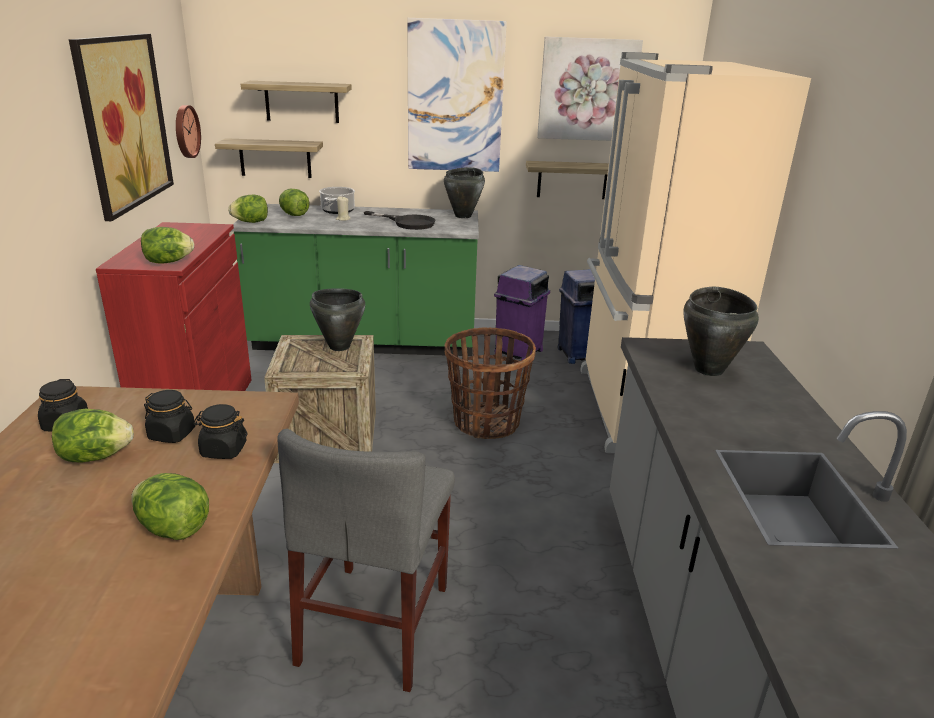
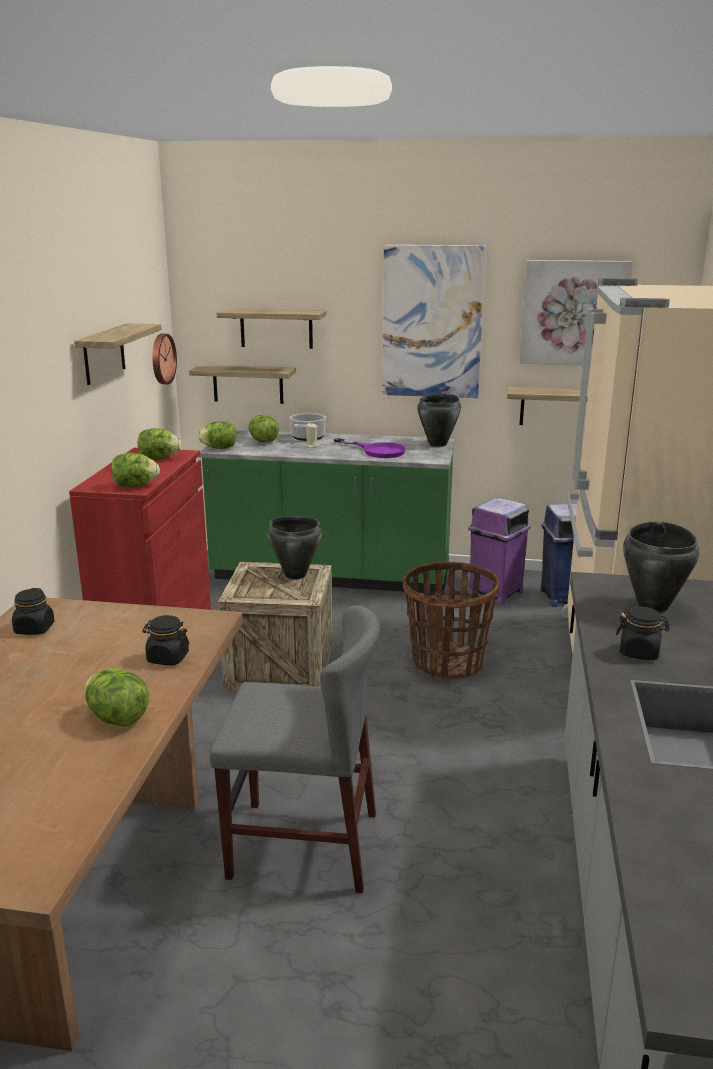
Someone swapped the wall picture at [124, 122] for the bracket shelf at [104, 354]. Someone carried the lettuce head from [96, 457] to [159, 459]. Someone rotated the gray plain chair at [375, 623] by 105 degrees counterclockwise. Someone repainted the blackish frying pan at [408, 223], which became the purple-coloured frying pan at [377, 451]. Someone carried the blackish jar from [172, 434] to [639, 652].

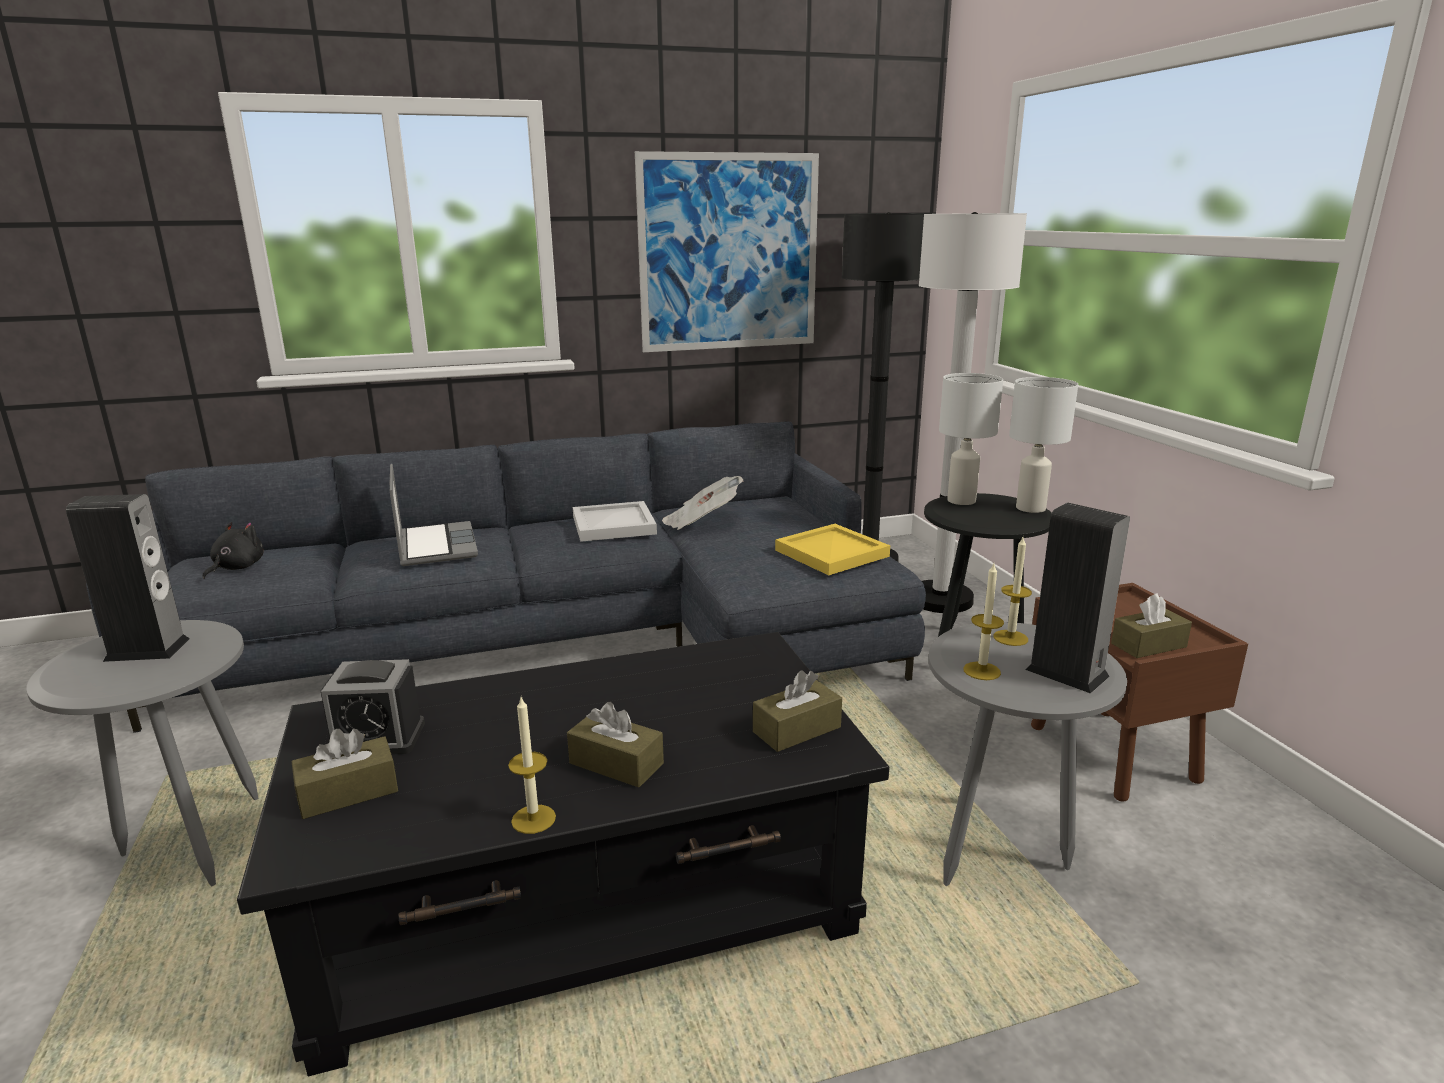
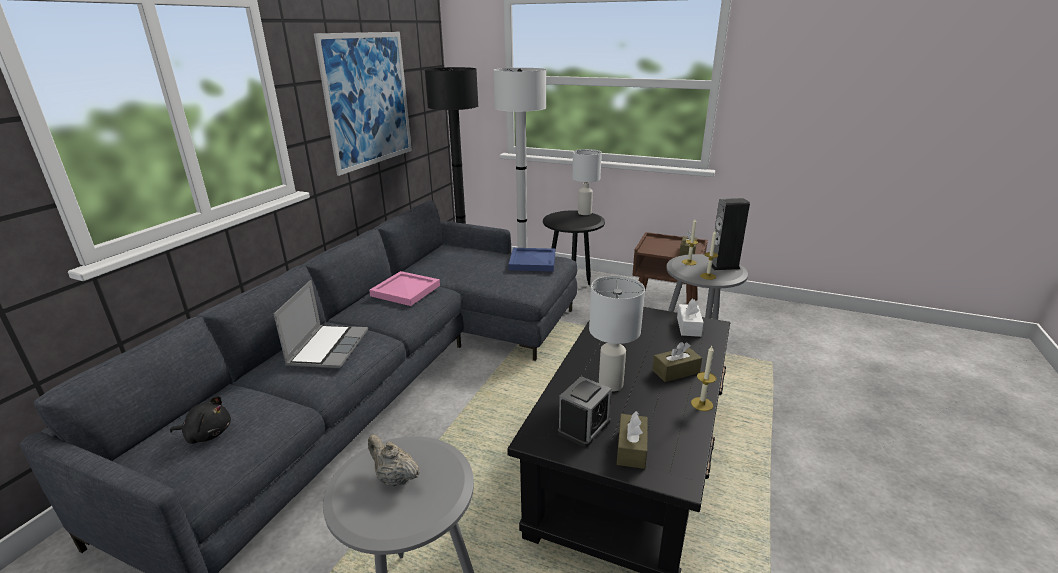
Someone rotated the blackish soft toy at [236, 568] by 120 degrees clockwise. Someone rotated the portable computer at [435, 546] by 75 degrees clockwise. Someone swapped the loudspeaker at [147, 649] for the beige pot for tea at [394, 478]. Someone repainted the white-coloured serving tray at [614, 524], which became the pink-coloured serving tray at [405, 290]. Someone repainted the yellow serving tray at [833, 553], which became the blue-coloured serving tray at [533, 261]. Someone carried the white-coloured lamp for a table from [961, 500] to [610, 384]. Someone repainted the brownish box of tissues at [797, 729], which became the white-coloured box of tissues at [688, 327]. Someone took away the daily paper at [701, 523].

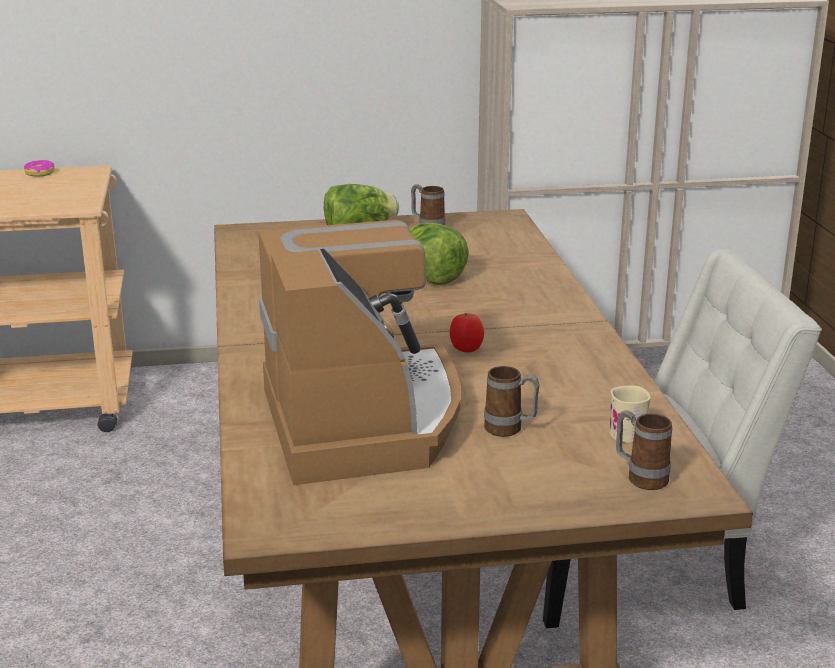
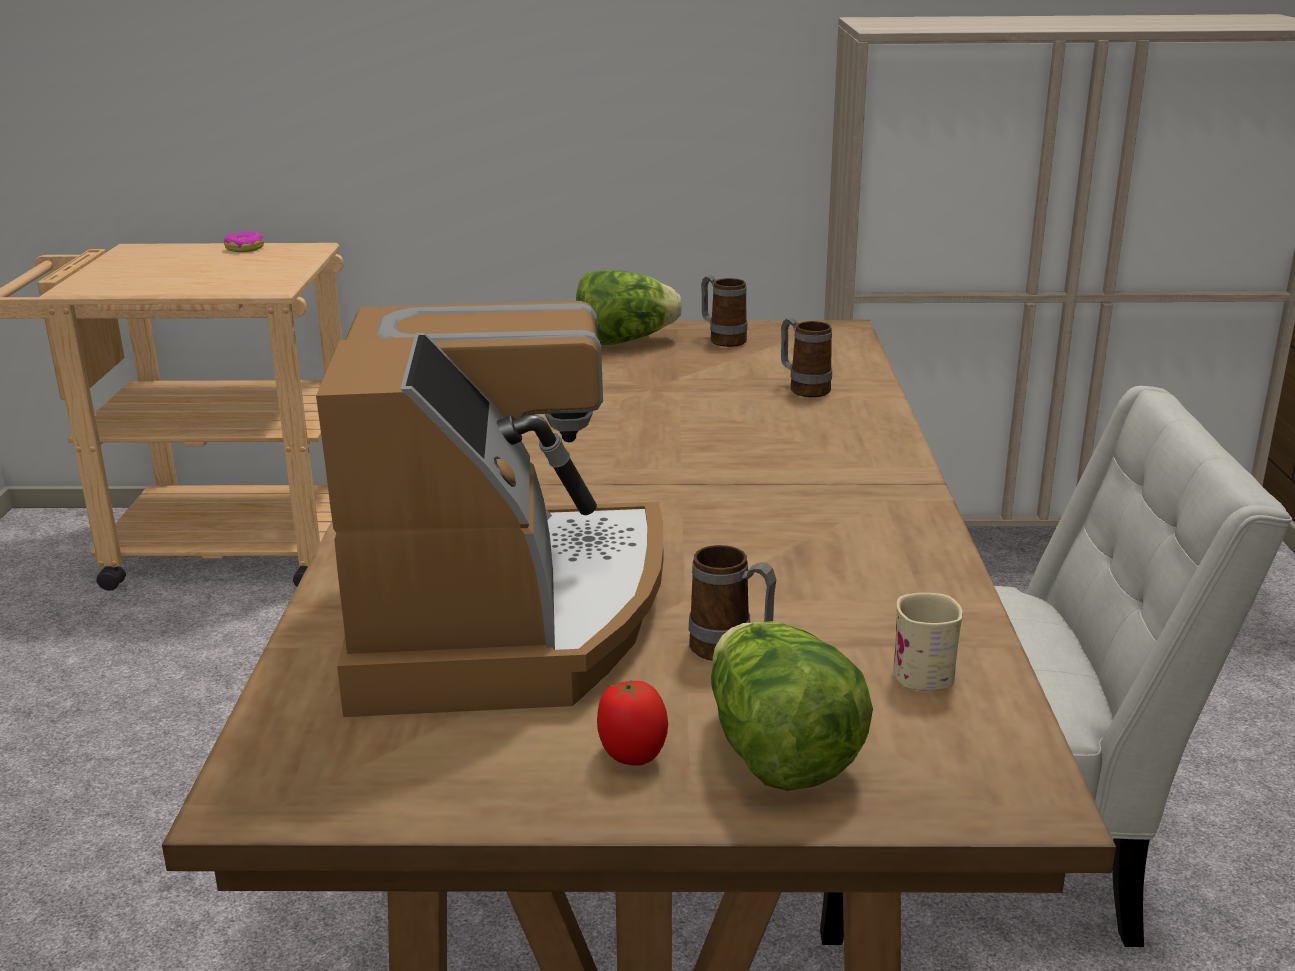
Someone carried the tomato from [466, 349] to [631, 755]. Someone carried the lettuce head from [430, 277] to [777, 753]. Someone carried the coffee mug from [640, 477] to [803, 388].

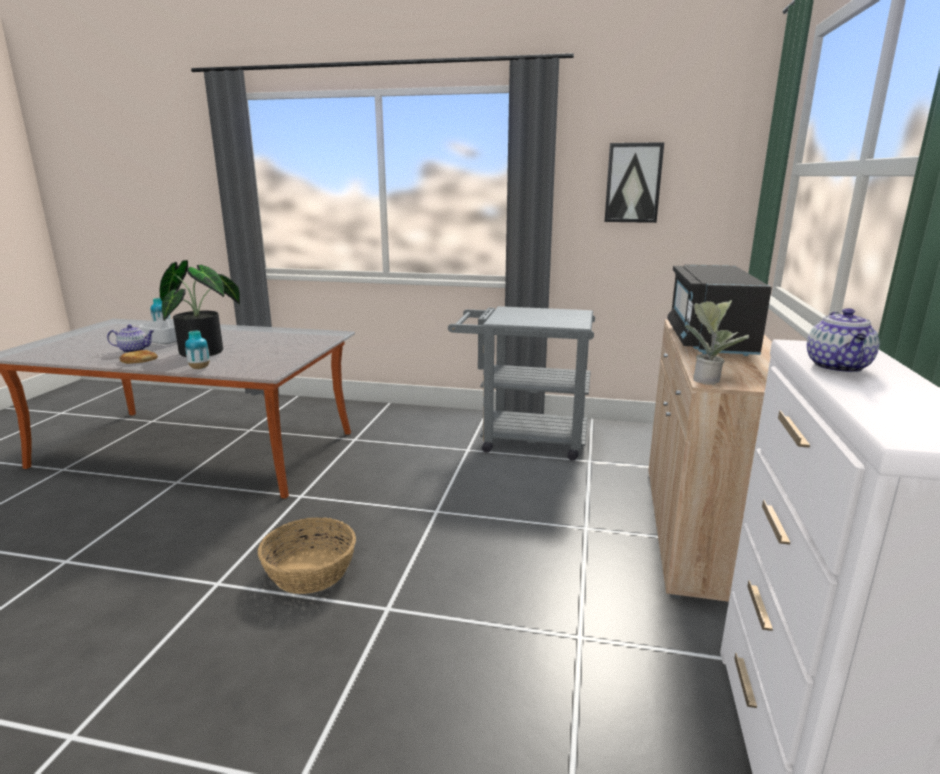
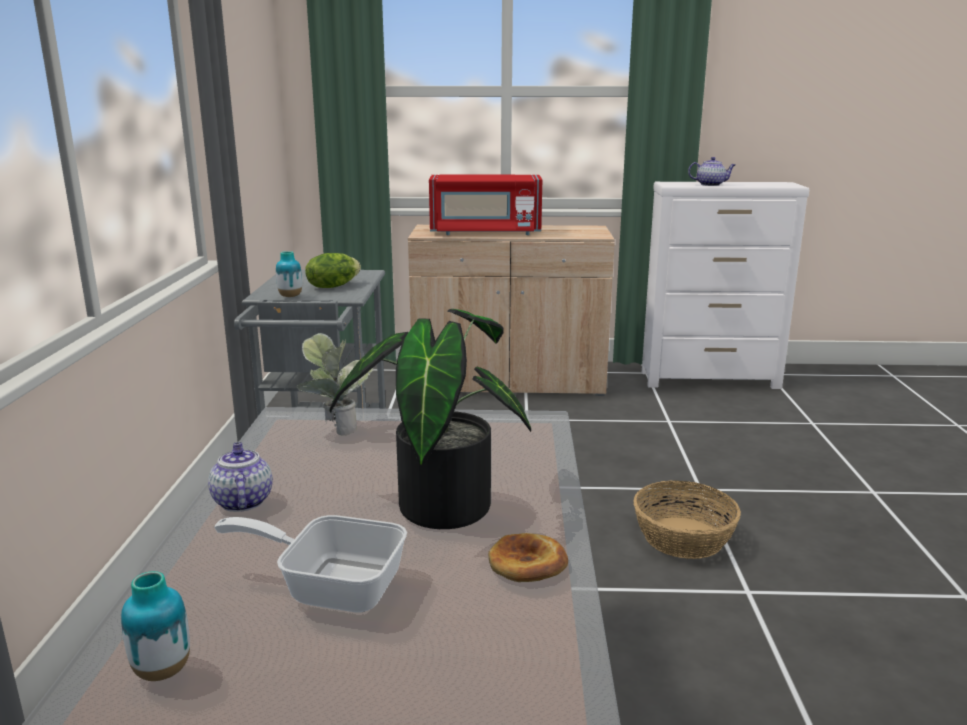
Someone carried the pot for tea from [134, 350] to [242, 501]. Someone carried the decorative vase from [199, 368] to [290, 296]. Someone carried the houseplant from [709, 379] to [336, 428]. Someone put down the lettuce head at [333, 286]. Someone repainted the blackish microwave at [709, 340], which became the reddish microwave at [485, 232]. Someone took away the wall picture at [633, 183].

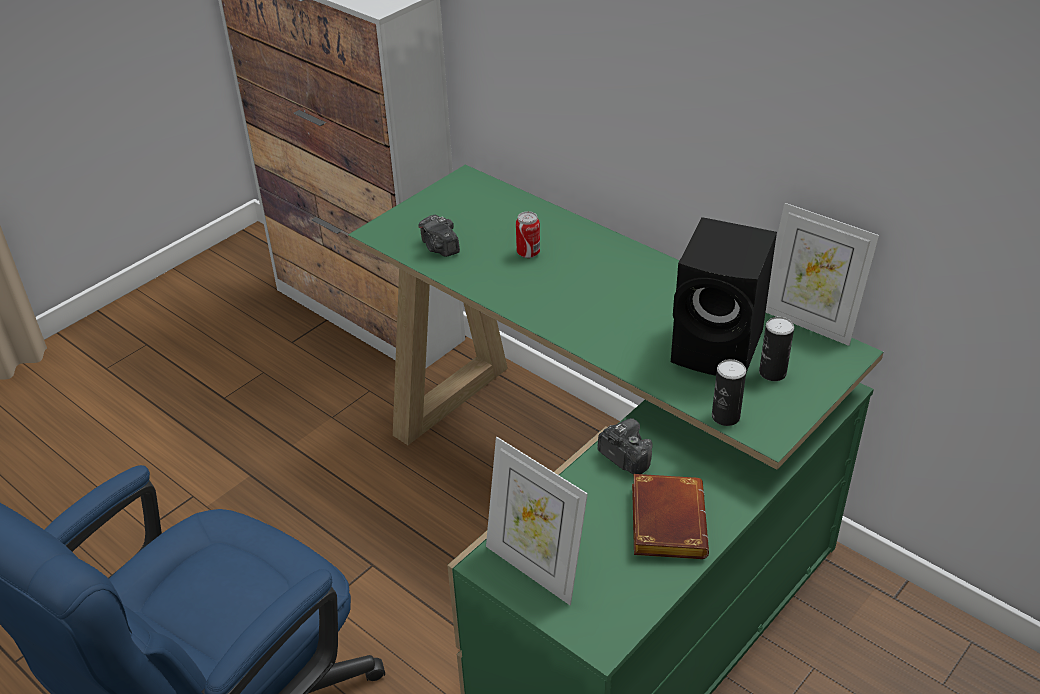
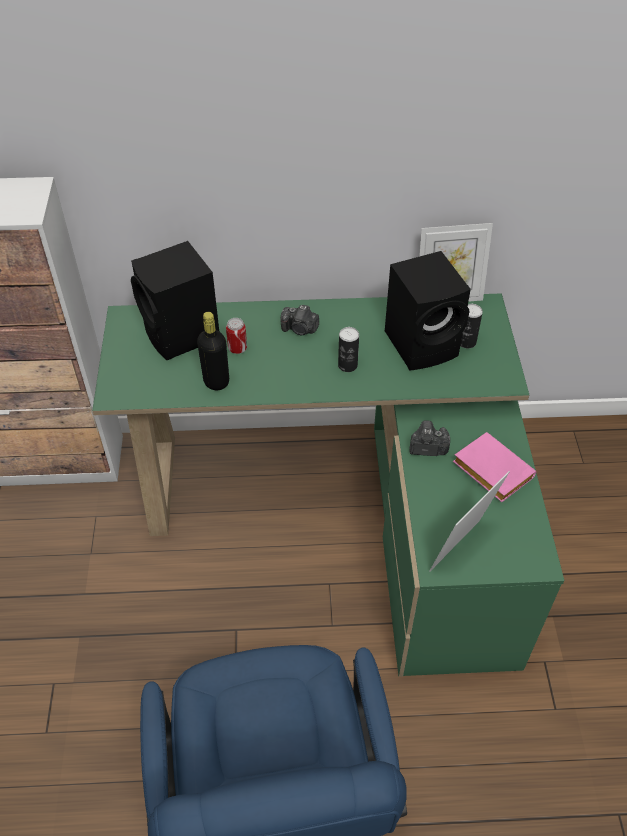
Someone put down the blackish loudspeaker at [182, 336]. Someone put down the blackish drink bottle at [216, 381]. Someone carried the still camera from [440, 247] to [300, 329]. Someone carried the sealed can from [725, 416] to [347, 365]. Someone rotated the standing frame at [535, 568] by 135 degrees clockwise. Someone repainted the brownish volume at [664, 521], which became the pink-coloured volume at [490, 470].

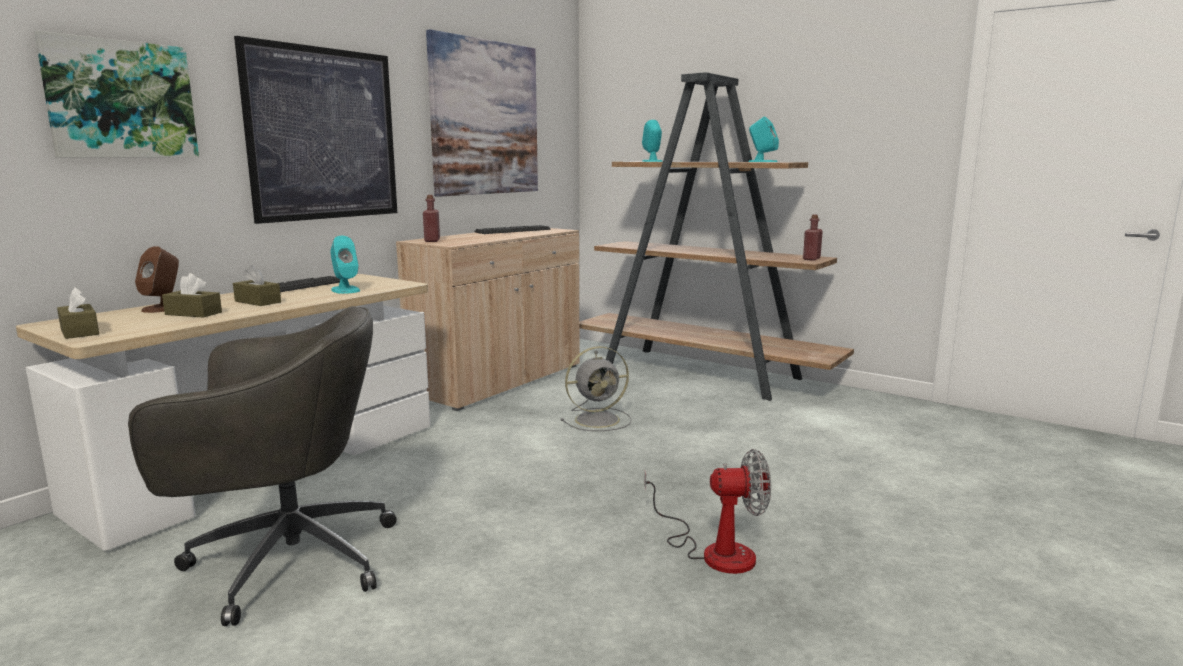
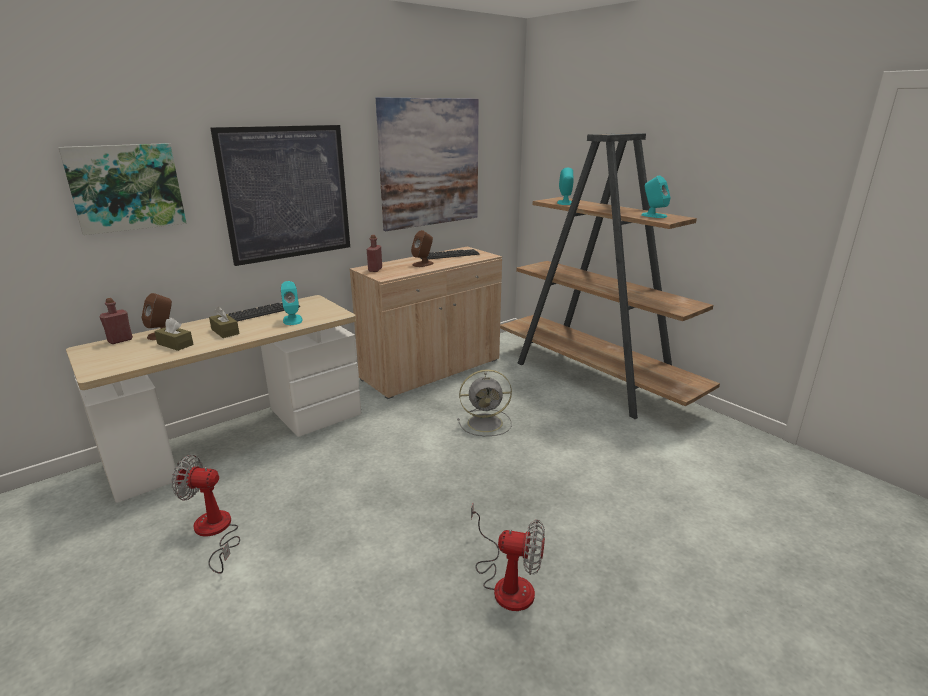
Someone carried the reddish drink bottle from [811, 259] to [120, 340]. Someone swapped the gray office chair at [286, 561] for the fan at [215, 532]. Someone put down the brownish loudspeaker at [423, 264]. Someone took away the brownish box of tissues at [79, 331].

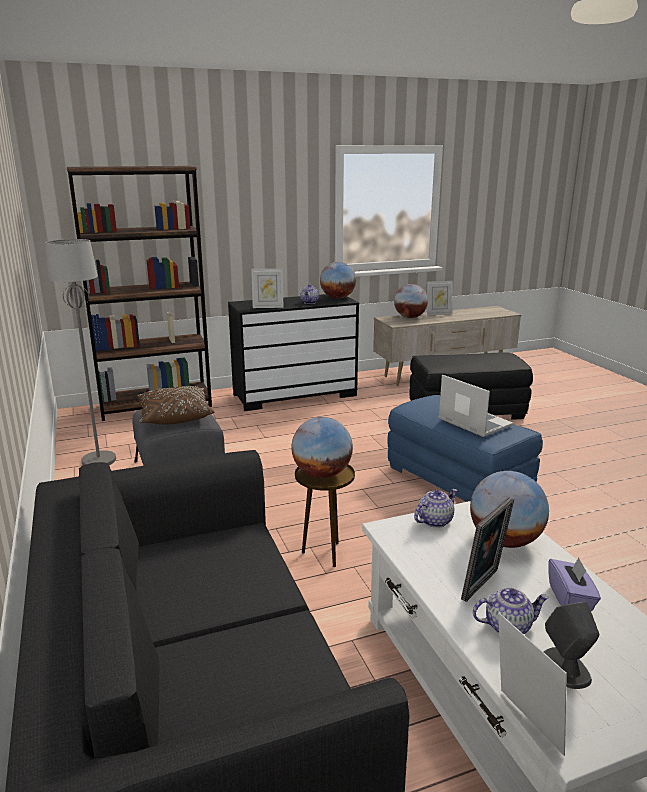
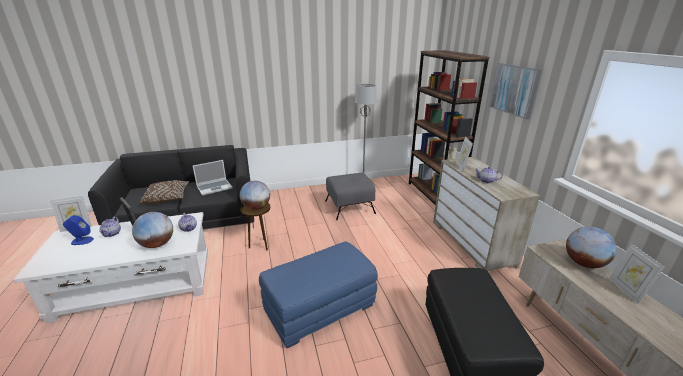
Someone repainted the gray loudspeaker at [566, 668], which became the blue-coloured loudspeaker at [82, 241]. Someone carried the brownish throw pillow from [175, 416] to [167, 198]. Someone carried the portable computer from [473, 422] to [215, 187]. Someone repainted the blackish chest of drawers at [295, 395], which became the beige chest of drawers at [472, 243]. Someone put up the wall picture at [513, 89]. Someone took away the desk globe at [337, 298]. Someone took away the purple-coloured box of tissues at [570, 599].

